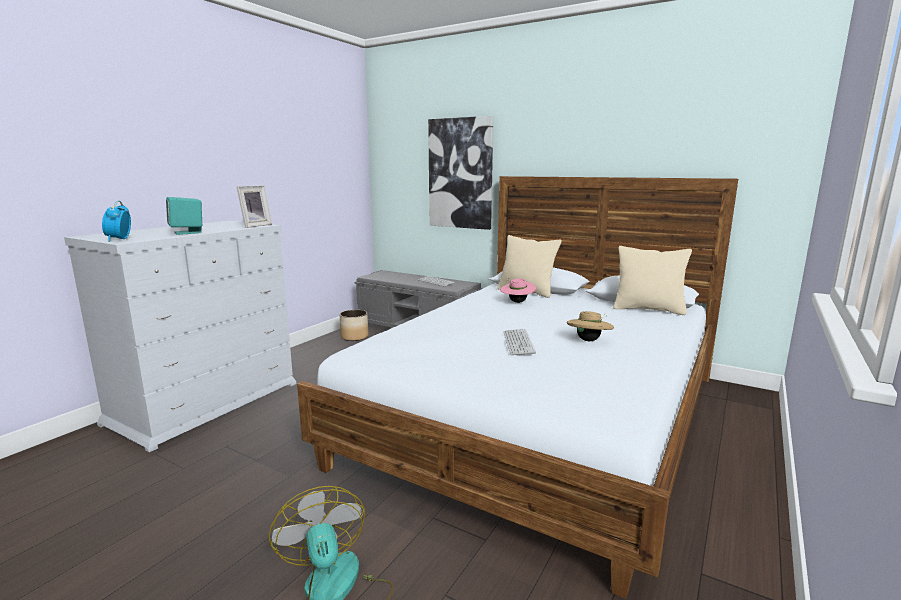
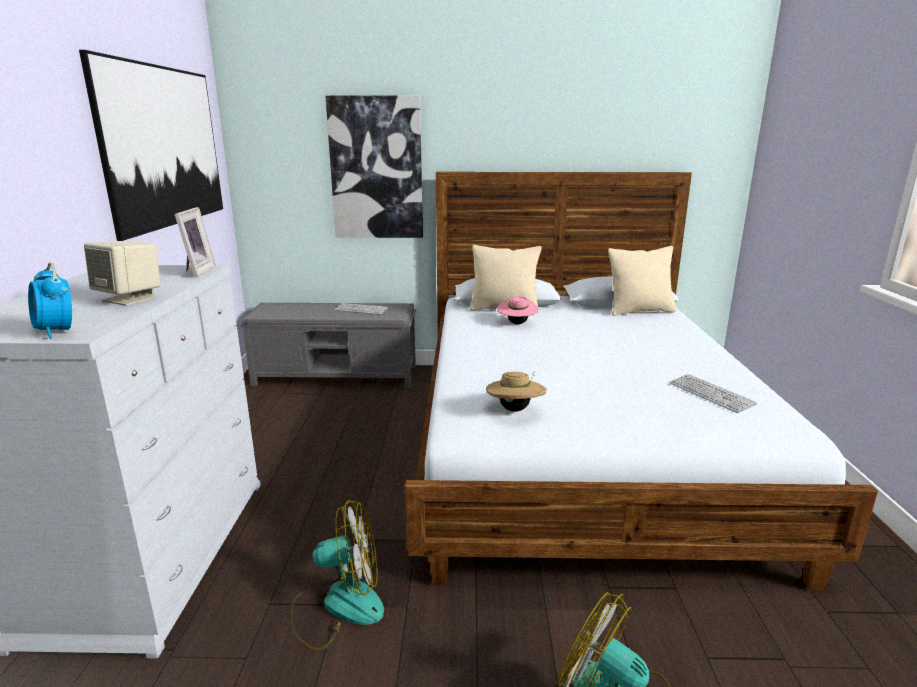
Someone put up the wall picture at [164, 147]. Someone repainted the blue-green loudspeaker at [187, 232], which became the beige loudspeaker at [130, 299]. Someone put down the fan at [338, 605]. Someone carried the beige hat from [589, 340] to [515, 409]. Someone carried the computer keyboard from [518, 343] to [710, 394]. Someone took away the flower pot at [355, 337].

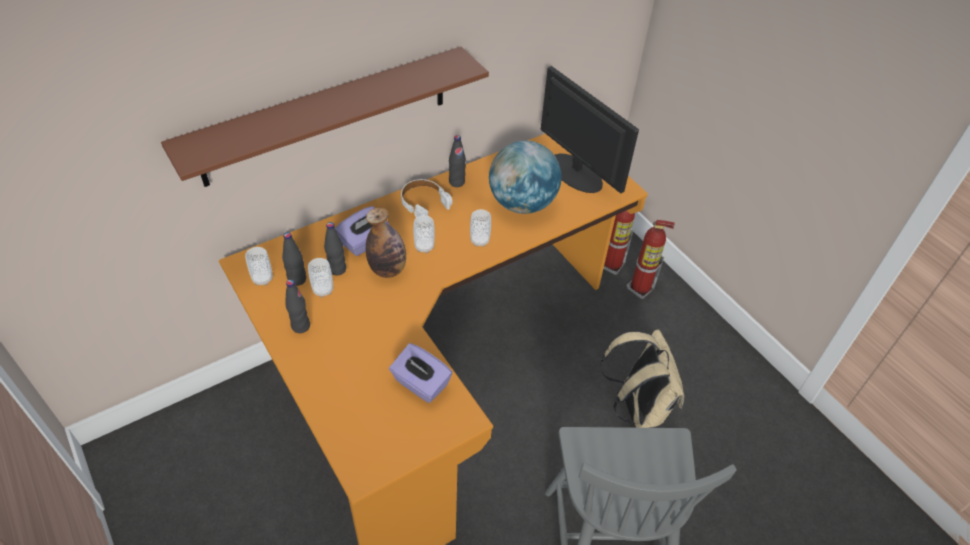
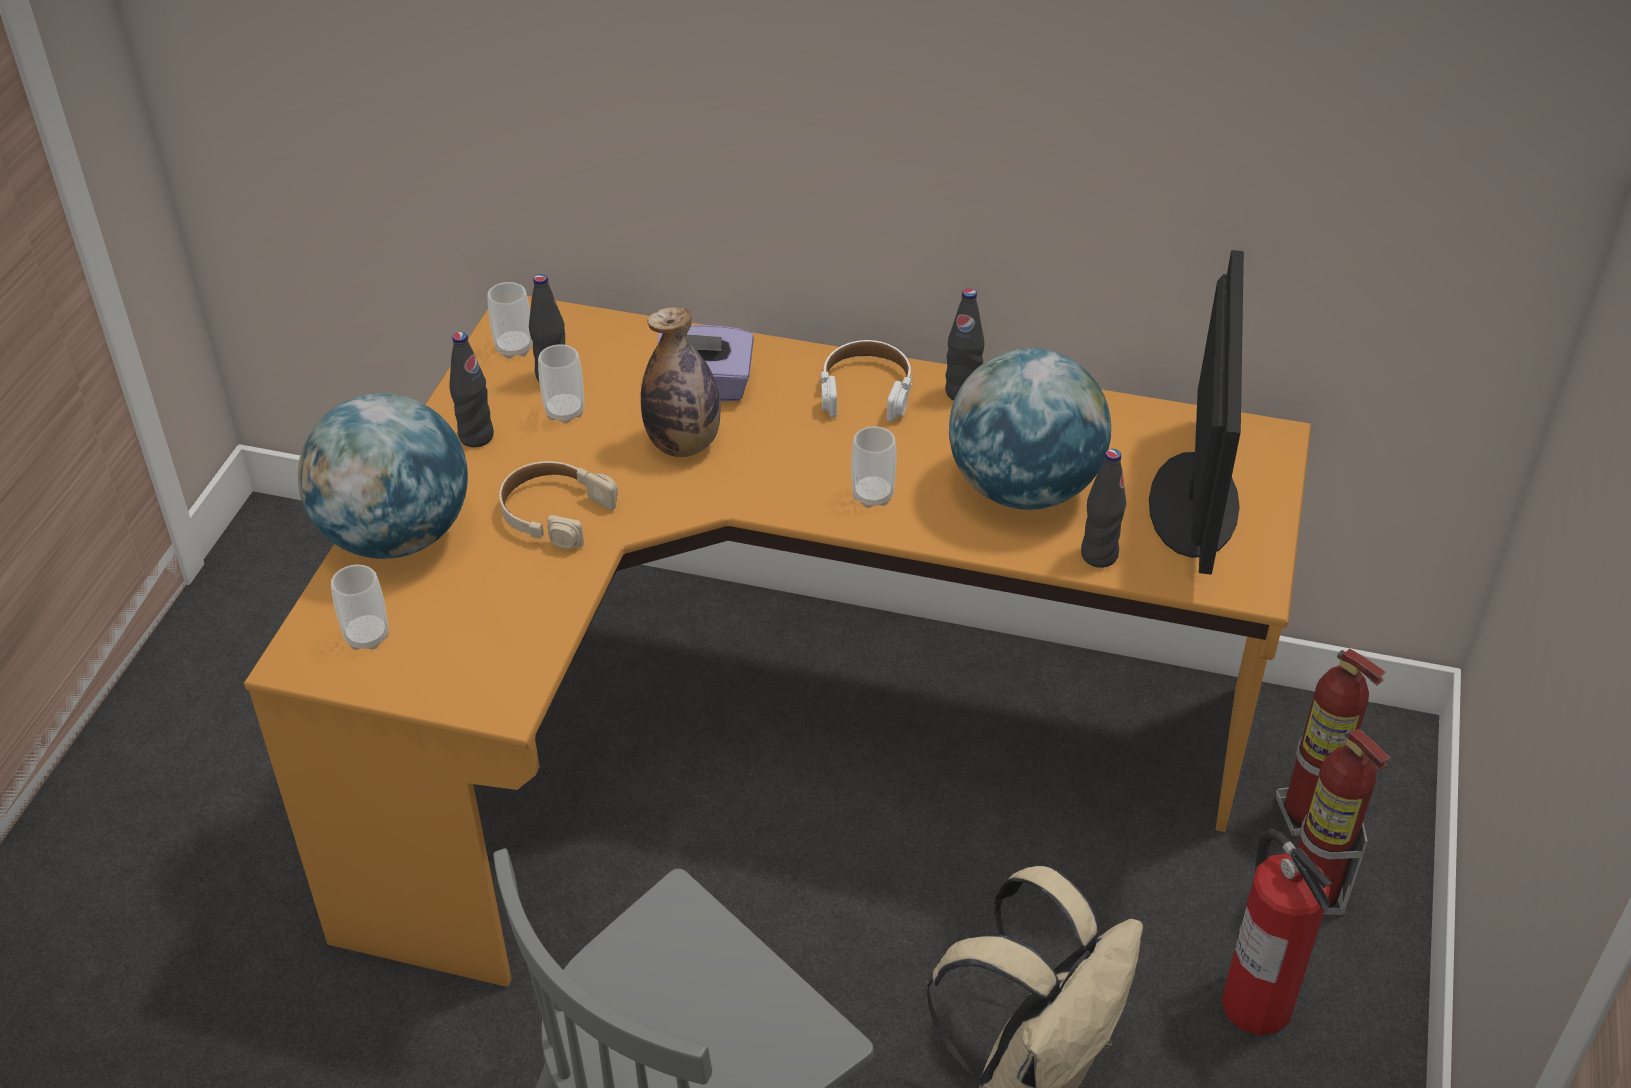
Someone put down the desk globe at [395, 536]. Someone carried the cup from [424, 247] to [367, 637]. Someone put down the beige pair of headphones at [554, 512]. Someone carried the blackish drink bottle from [337, 269] to [1099, 555]. Someone put down the extinguisher at [1255, 1003]. Someone took away the brownish bracket shelf at [326, 116]. Someone took away the purple-coloured box of tissues at [420, 384].

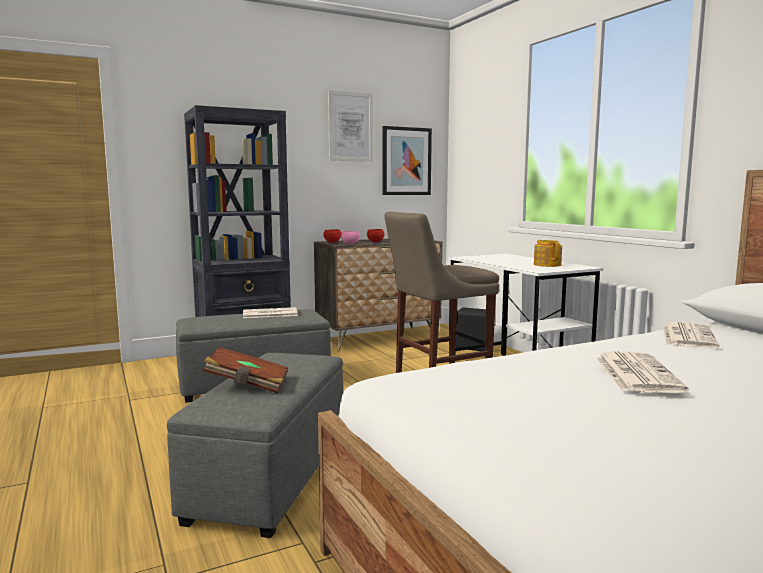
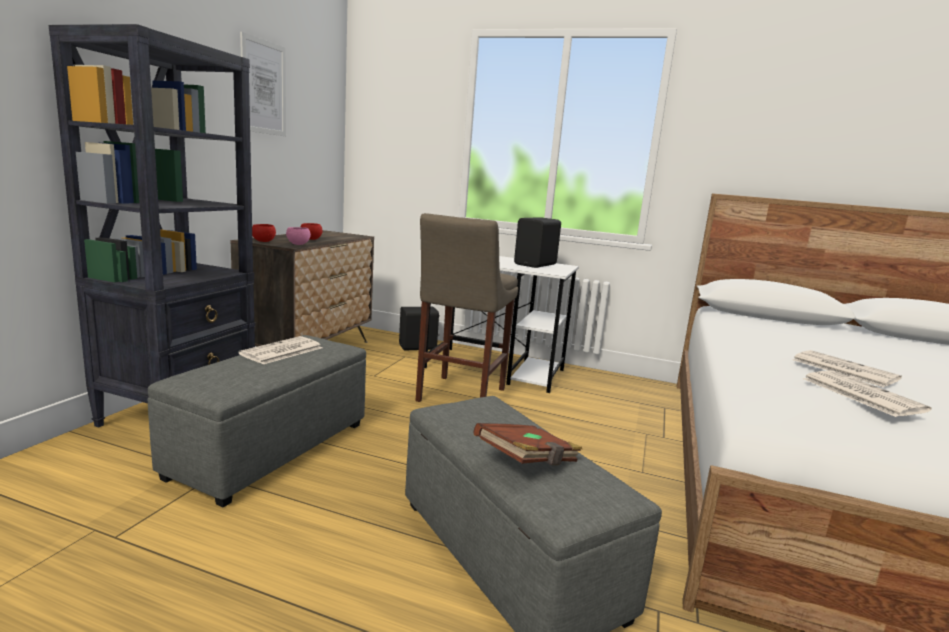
Someone swapped the pot for tea at [547, 265] for the blackish loudspeaker at [536, 265]. Someone carried the daily paper from [687, 336] to [860, 394]. Someone took away the wall picture at [406, 161].

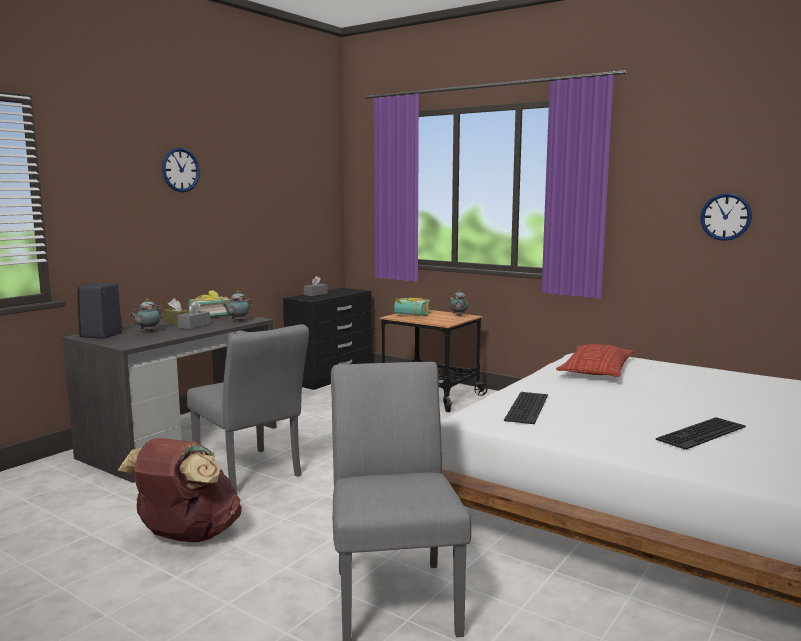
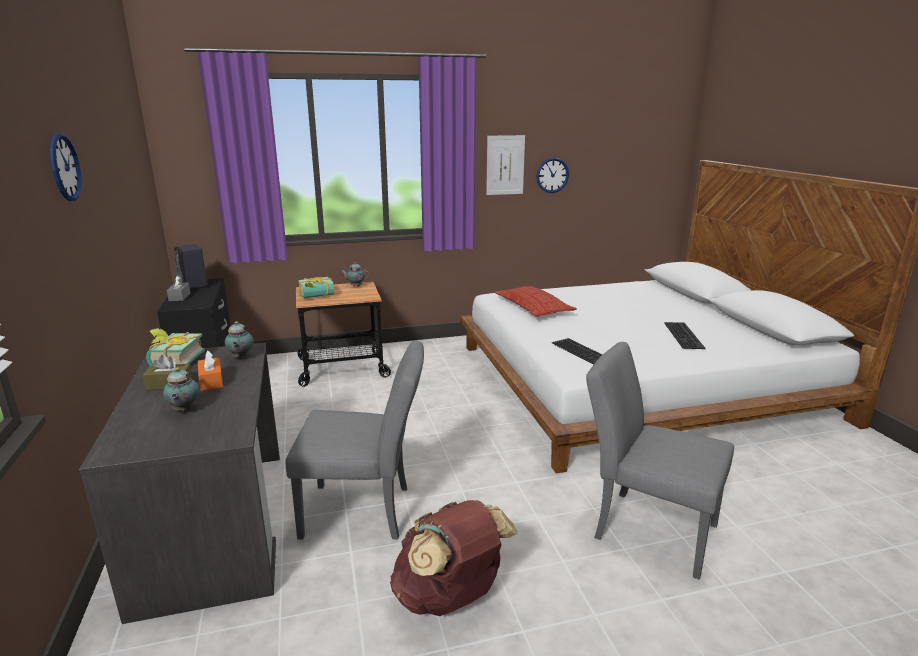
Someone carried the blackish loudspeaker from [101, 335] to [194, 286]. Someone repainted the gray box of tissues at [194, 326], which became the orangey box of tissues at [211, 381]. Someone put up the wall picture at [505, 165].

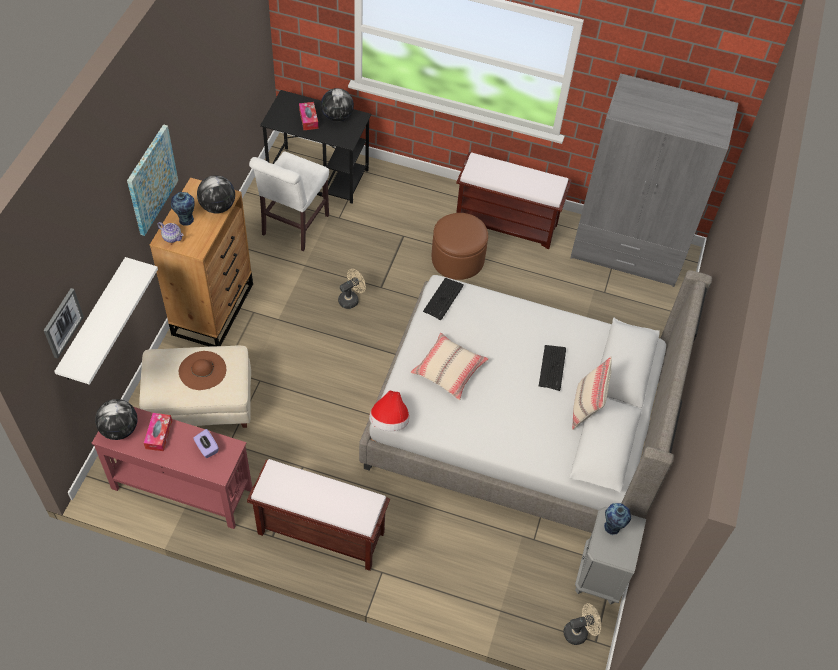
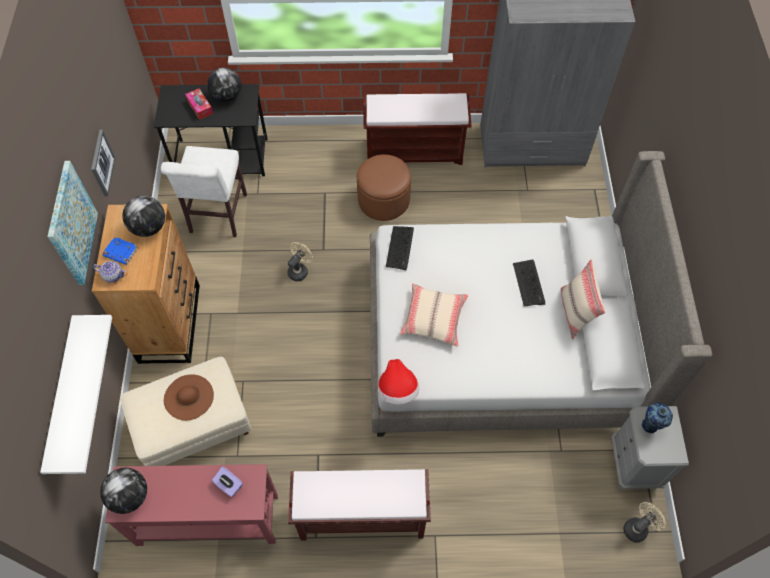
Someone carried the wall picture from [62, 322] to [102, 163]. Someone swapped the decorative vase at [185, 220] for the blue-coloured volume at [120, 252]. Someone took away the box of tissues at [159, 434].

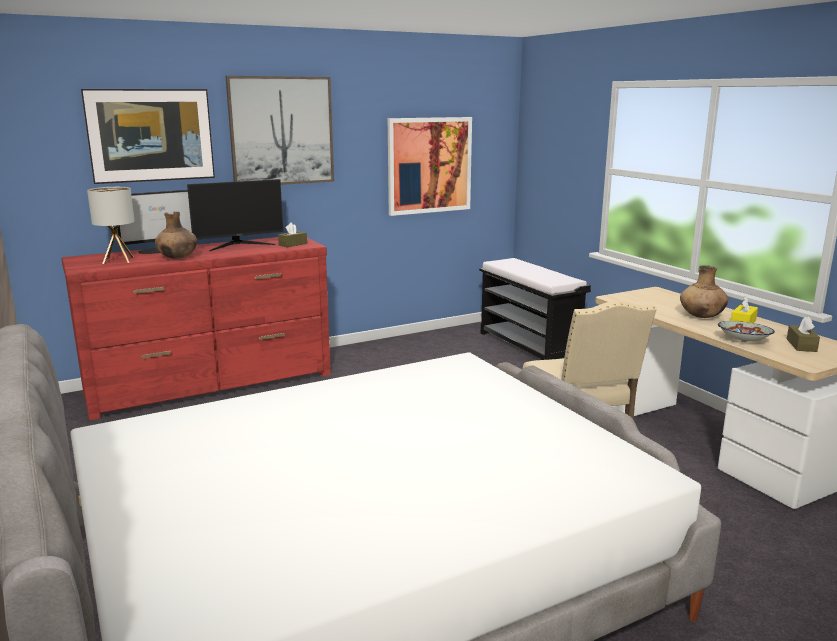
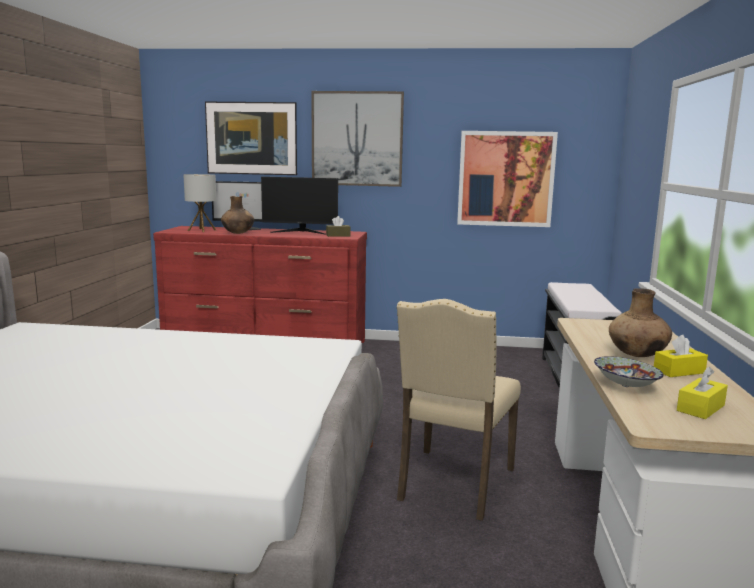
Someone repainted the brownish box of tissues at [801, 345], which became the yellow box of tissues at [700, 408].

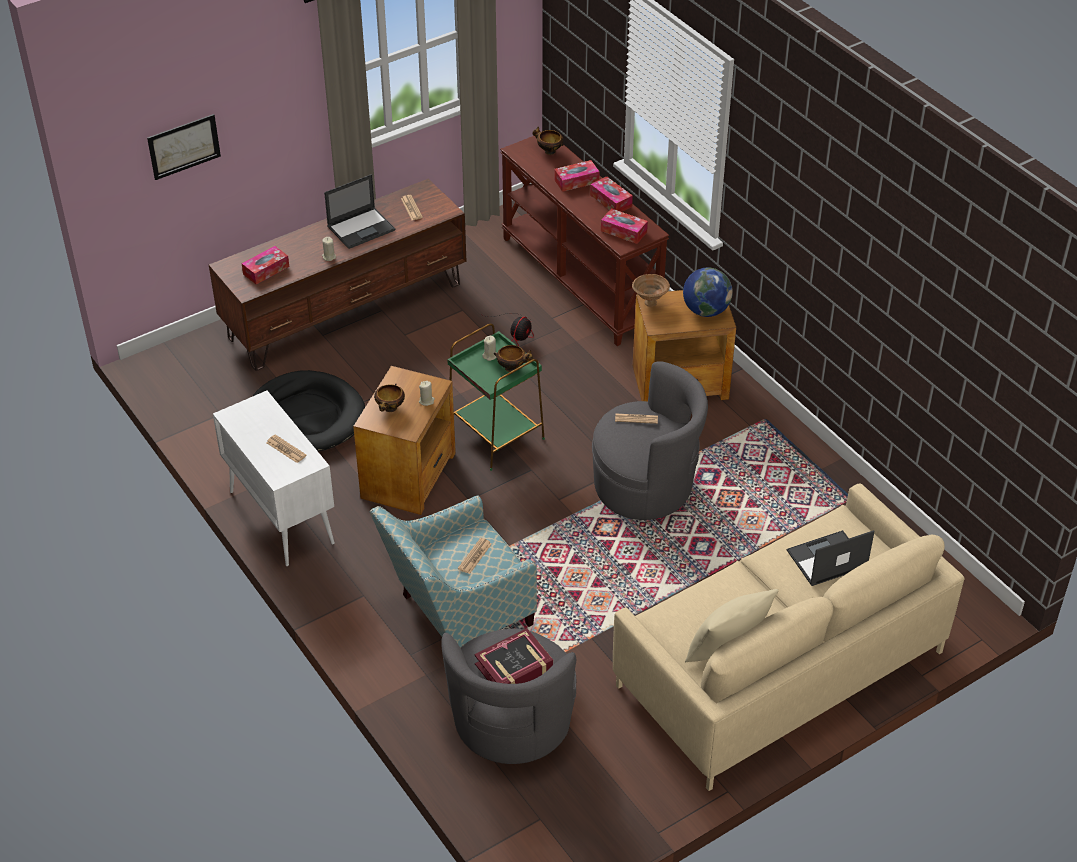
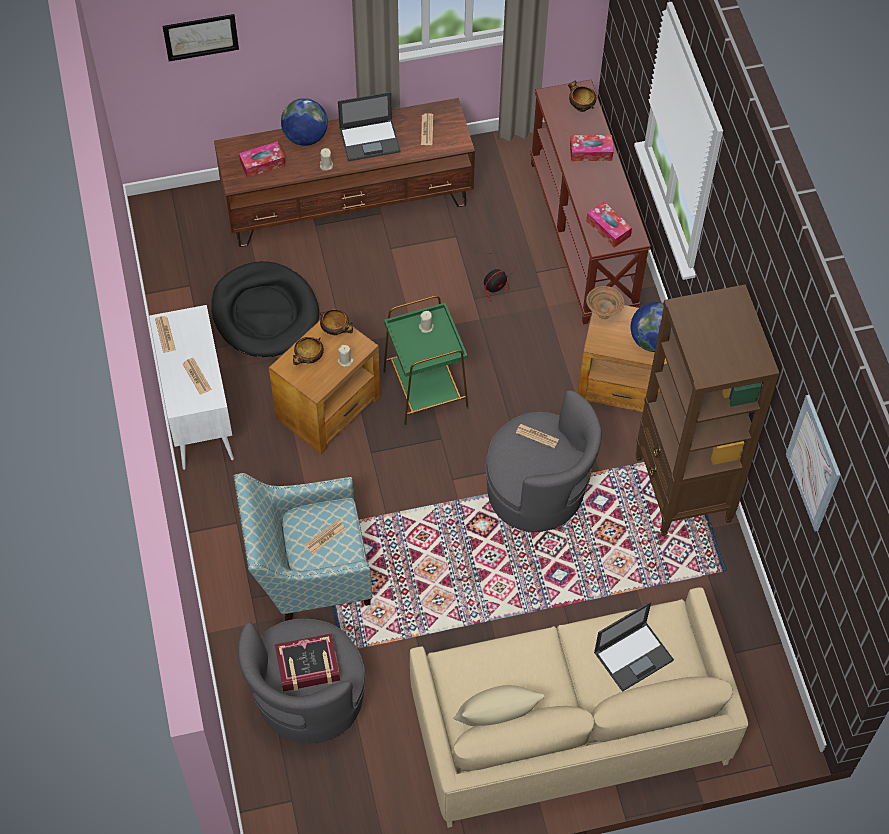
Someone put down the daily paper at [165, 334]. Someone put down the desk globe at [305, 137]. Someone carried the deep dish from [512, 368] to [336, 331]. Someone rotated the portable computer at [826, 559] by 150 degrees clockwise. Someone put down the brownish bookcase at [682, 490]. Someone put up the wall picture at [813, 463]. Someone took away the box of tissues at [611, 201].

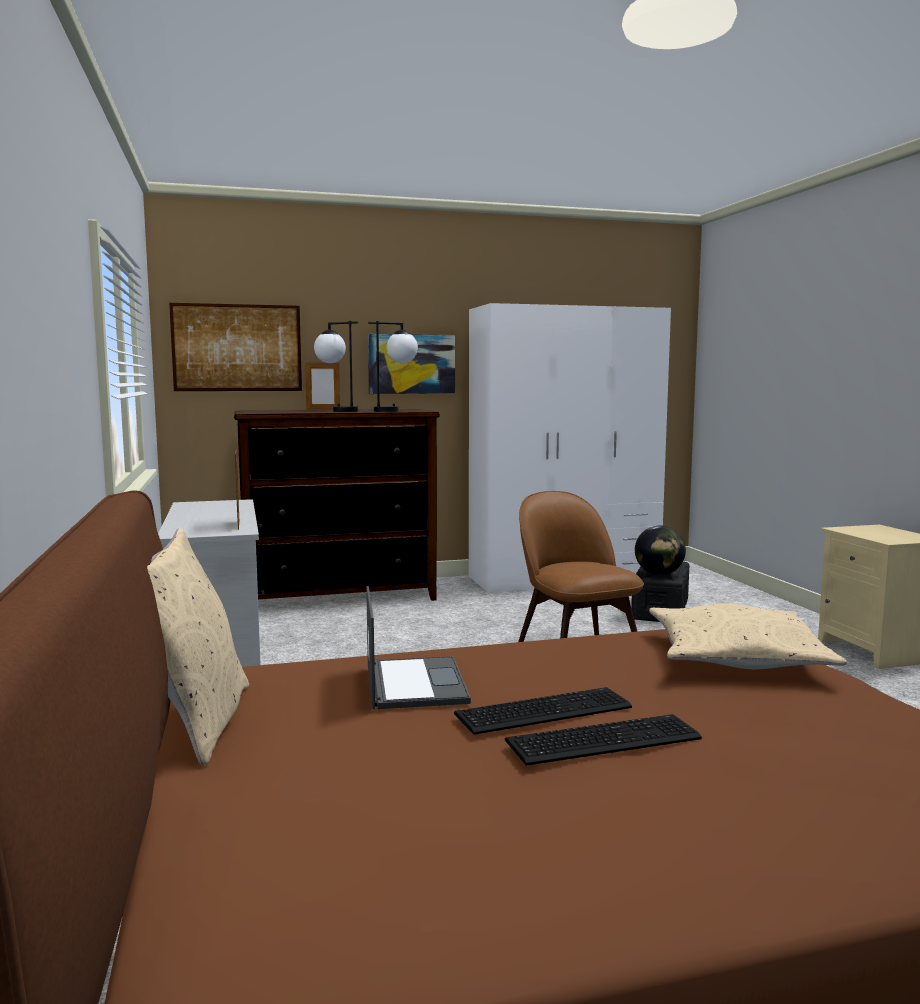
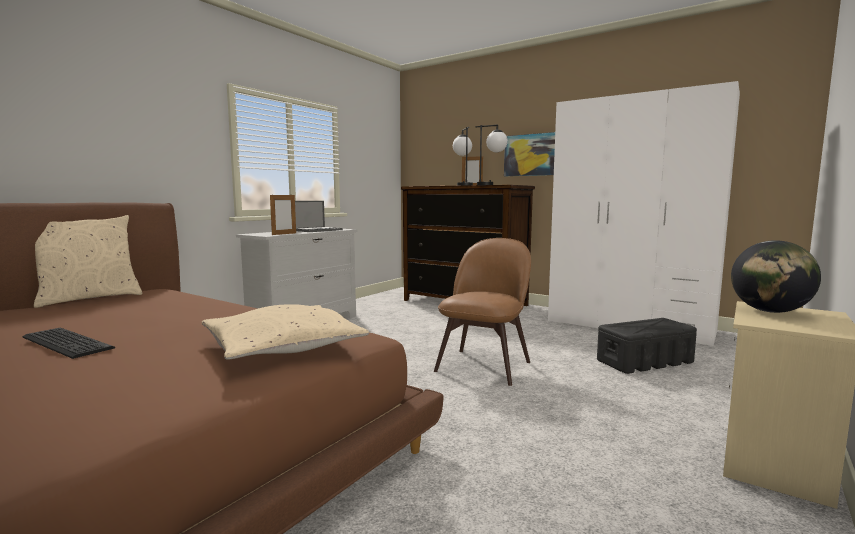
Someone carried the portable computer from [414, 683] to [317, 230]. Someone carried the desk globe from [659, 574] to [769, 311]. Someone took away the wall picture at [237, 348]. Someone took away the computer keyboard at [540, 710].

